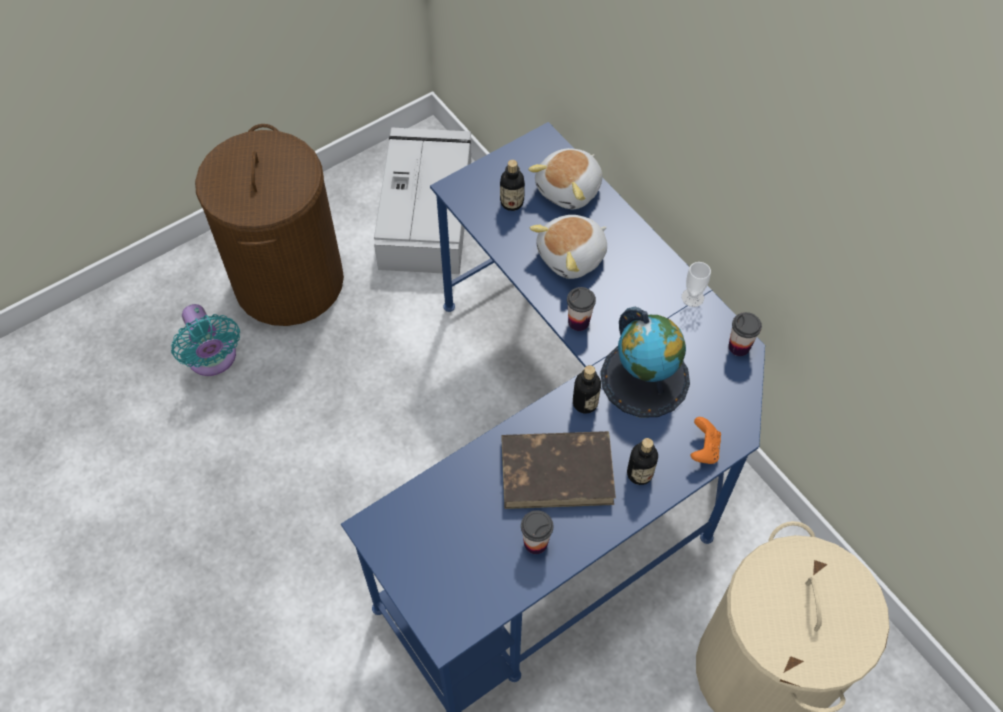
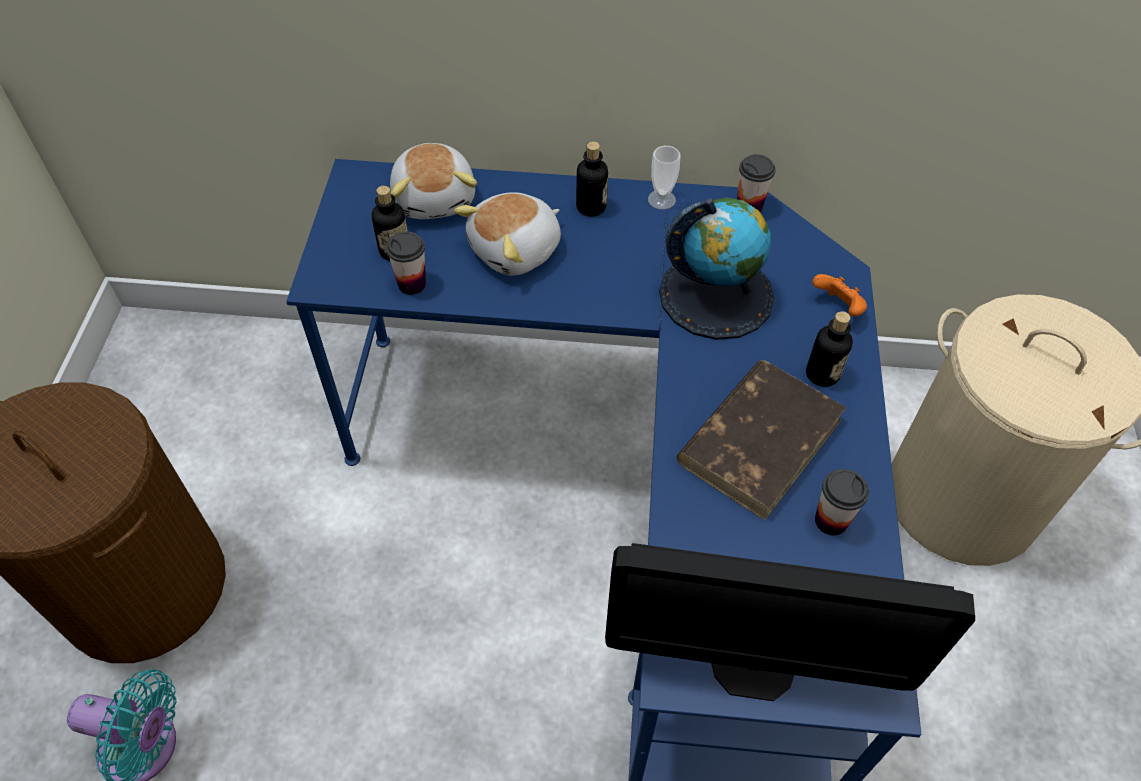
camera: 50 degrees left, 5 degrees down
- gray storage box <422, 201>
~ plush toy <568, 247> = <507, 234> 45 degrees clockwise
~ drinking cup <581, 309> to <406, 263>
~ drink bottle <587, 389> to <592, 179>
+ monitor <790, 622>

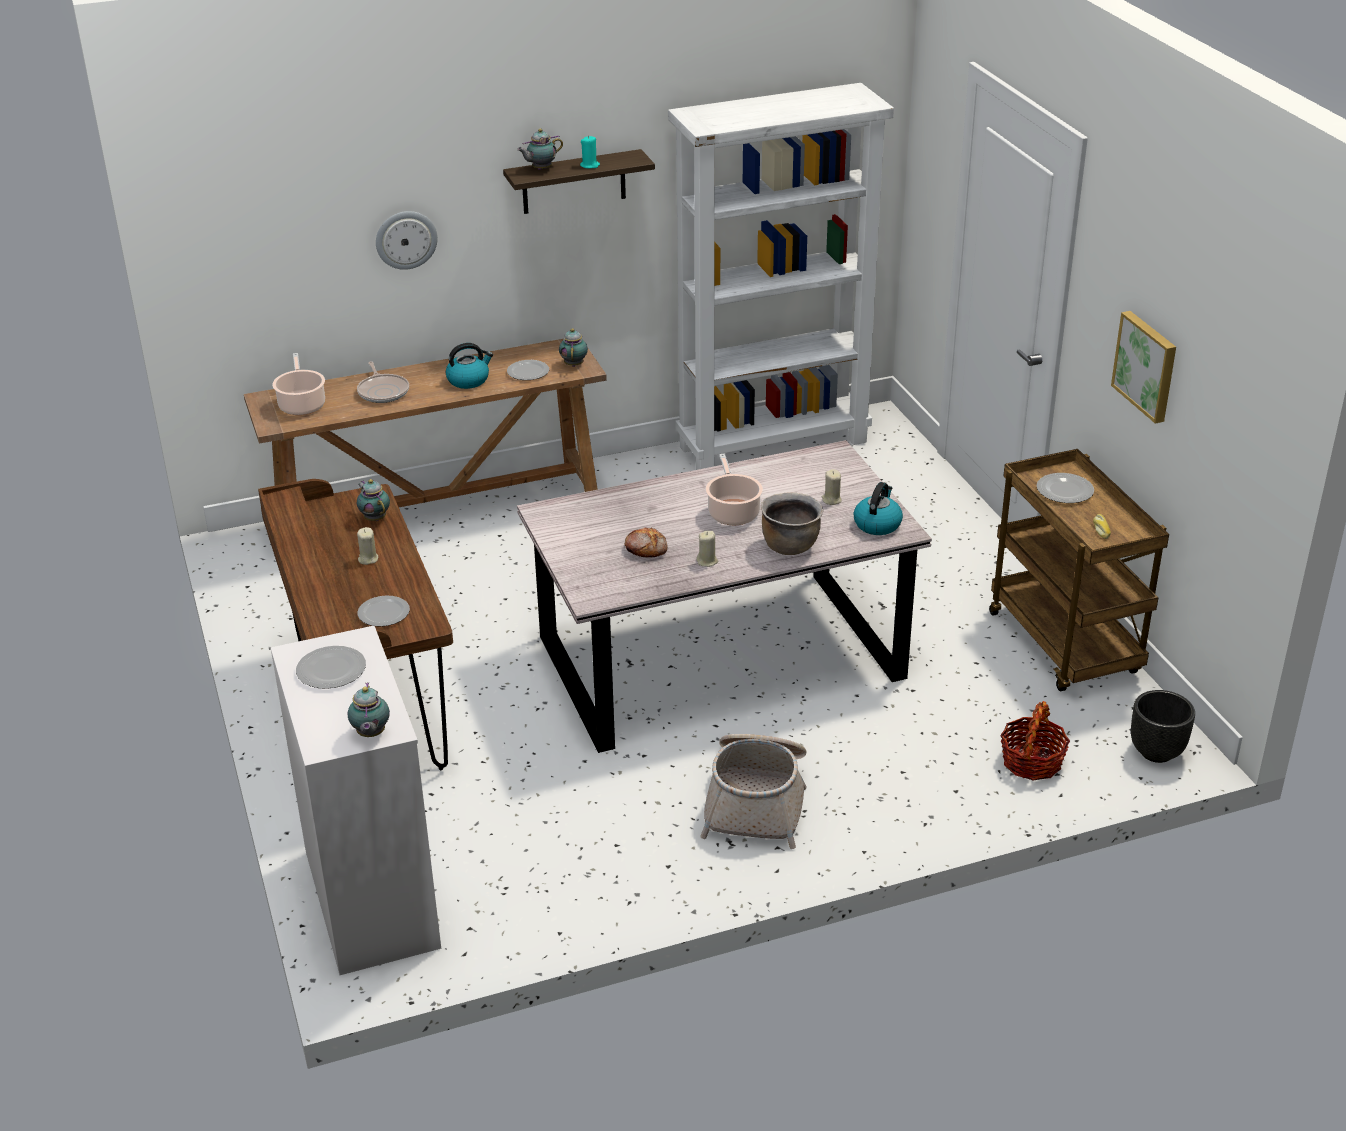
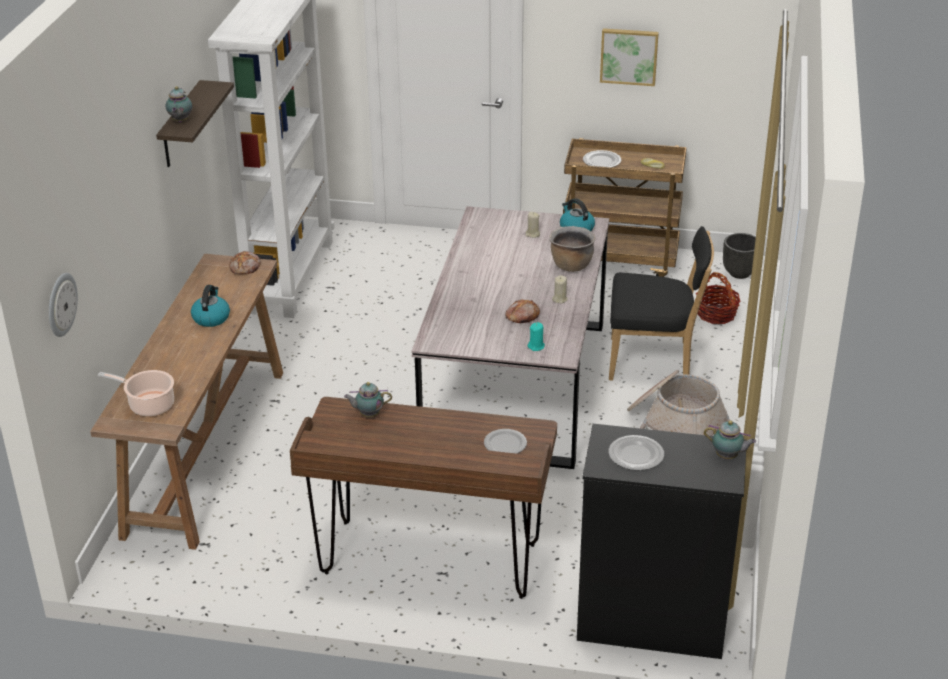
camera: 60 degrees left, 0 degrees up
~ blue-green wax light <590, 152> to <536, 336>
~ clock on the wall <407, 240> to <63, 305>
~ tea pot <573, 347> to bread <245, 262>
- plate <528, 370>
- frying pan <383, 382>
- cooking pot <734, 489>
- beige wax light <367, 546>
~ white-coloured dresser <356, 800> to black dresser <662, 541>
+ black chair <661, 303>

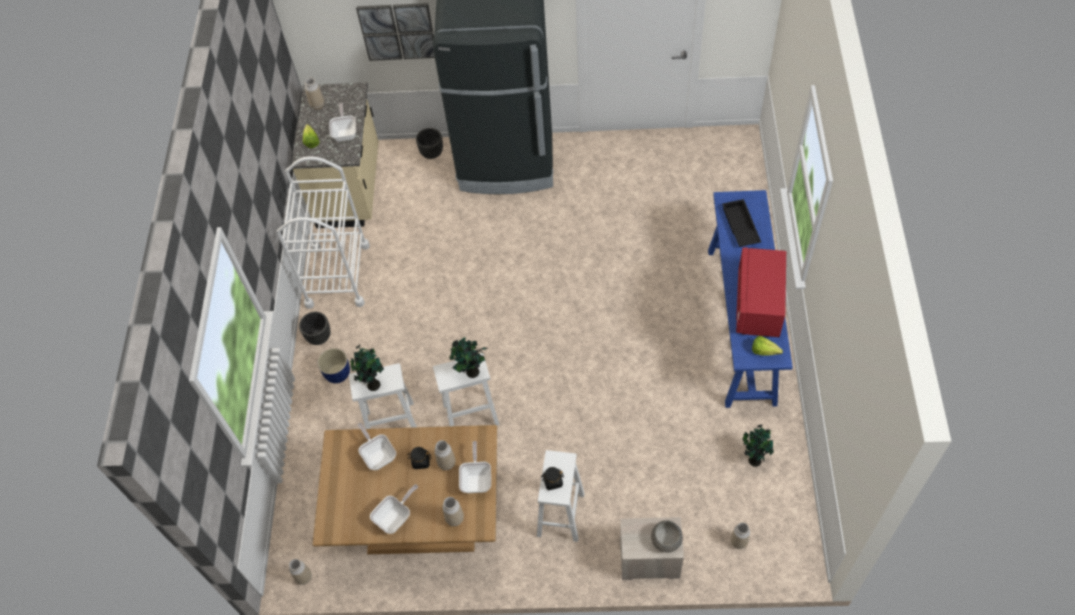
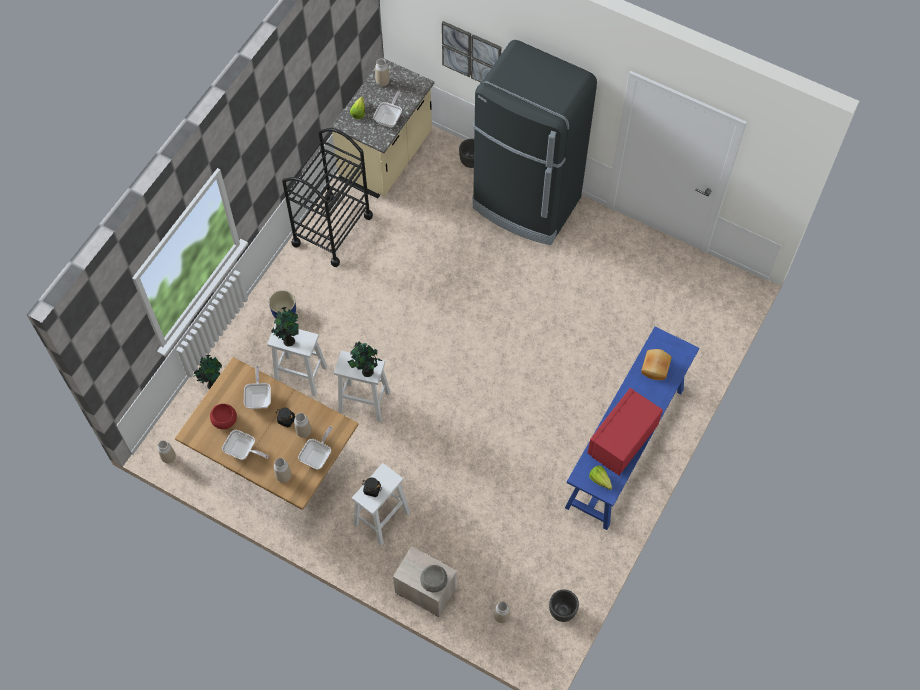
camera: 25 degrees right, 5 degrees up
~ white-coloured trolley <323, 232> to black trolley <327, 197>
~ black serving tray <741, 223> to bread <656, 364>
~ black flower pot <315, 328> to <564, 605>
~ houseplant <758, 445> to <207, 372>
~ frying pan <394, 509> = <245, 445> 45 degrees clockwise
+ red-coloured serving bowl <223, 416>

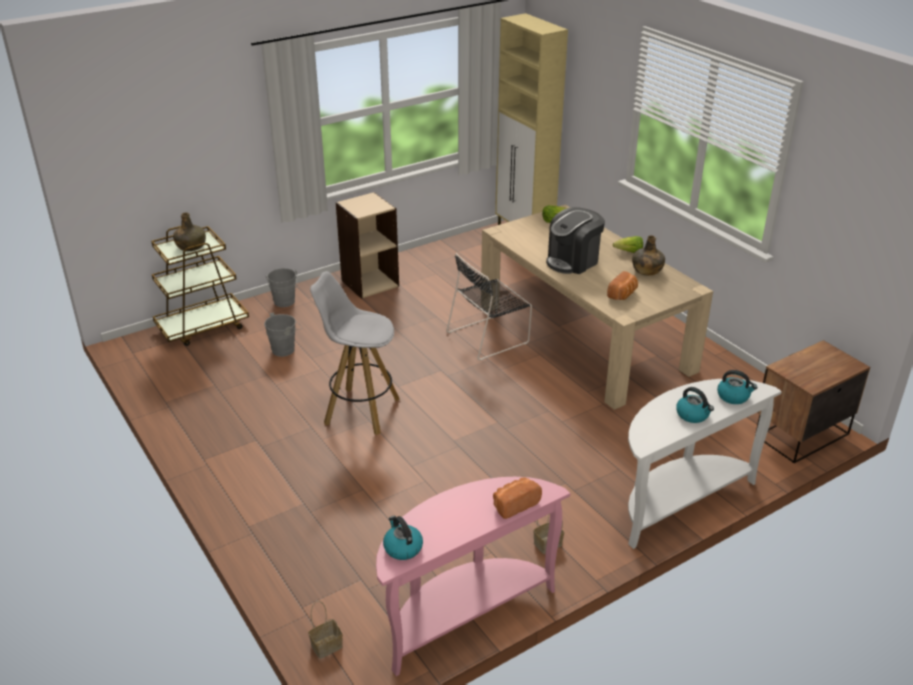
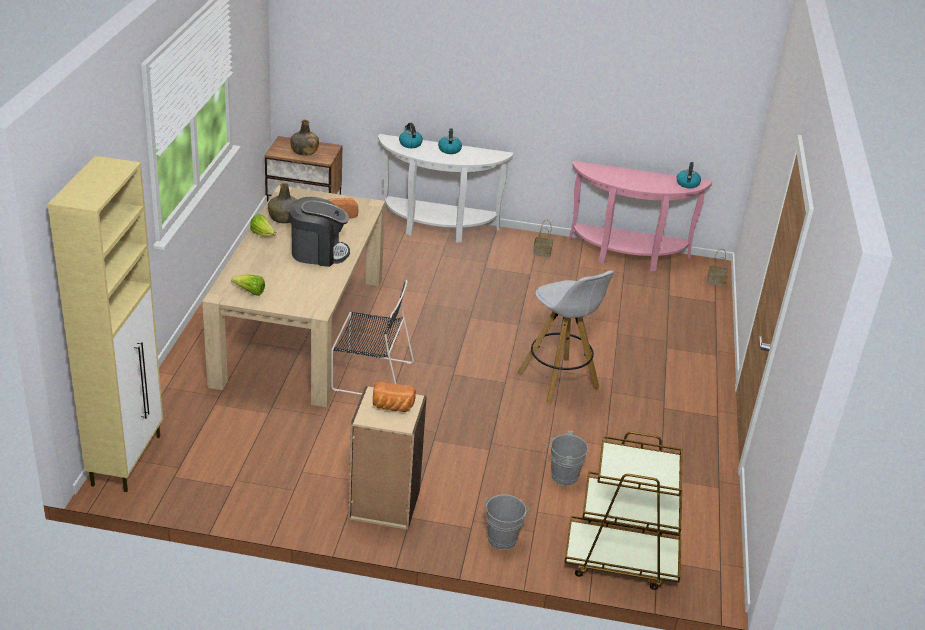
camera: 140 degrees left, 0 degrees up
~ green drink bottle <189, 231> to <304, 137>
~ bread <517, 498> to <394, 397>

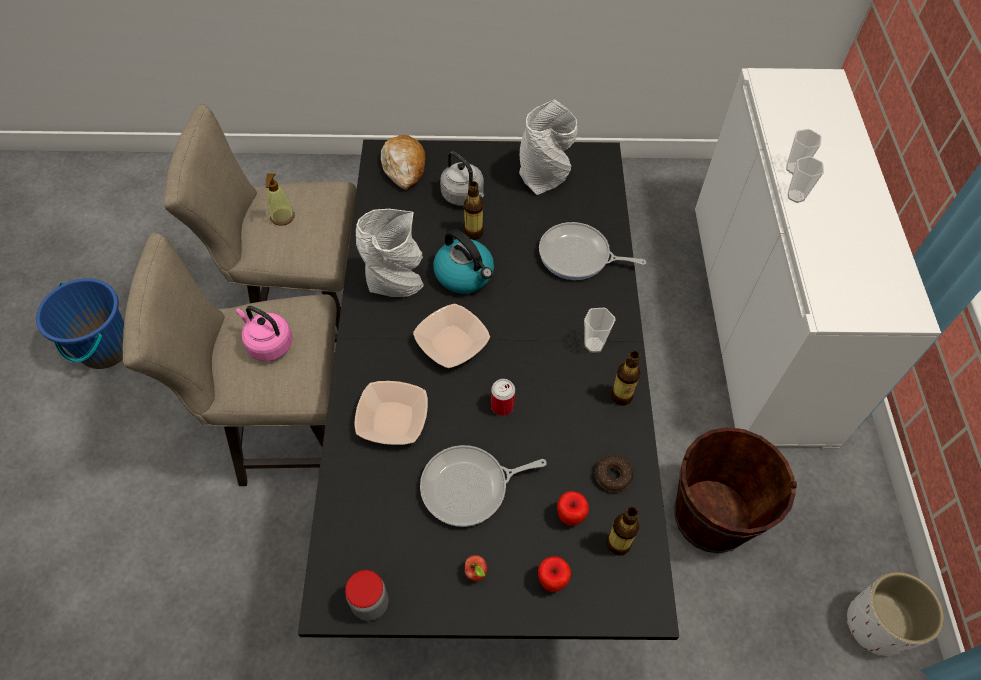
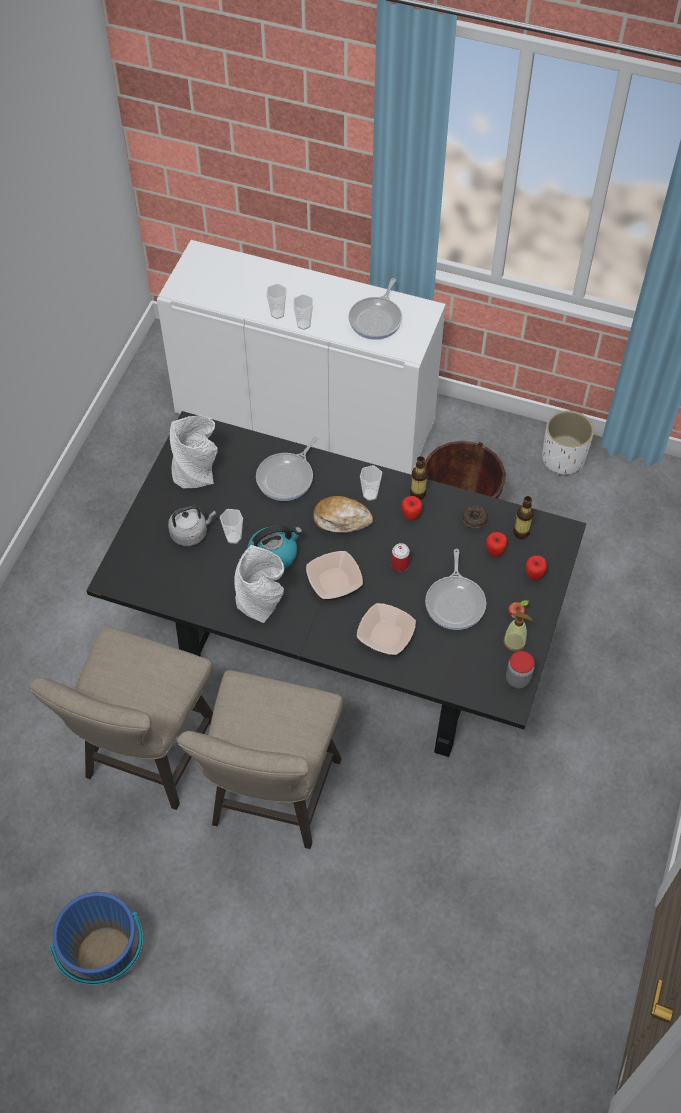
camera: 70 degrees left, 0 degrees up
~ bread <403, 162> to <343, 514>
~ liquid soap bottle <280, 199> to <518, 631>
~ drink bottle <473, 210> to drinking cup <231, 526>
- pink-coloured kettle <264, 333>
+ frying pan <375, 309>
+ whole apple <411, 508>

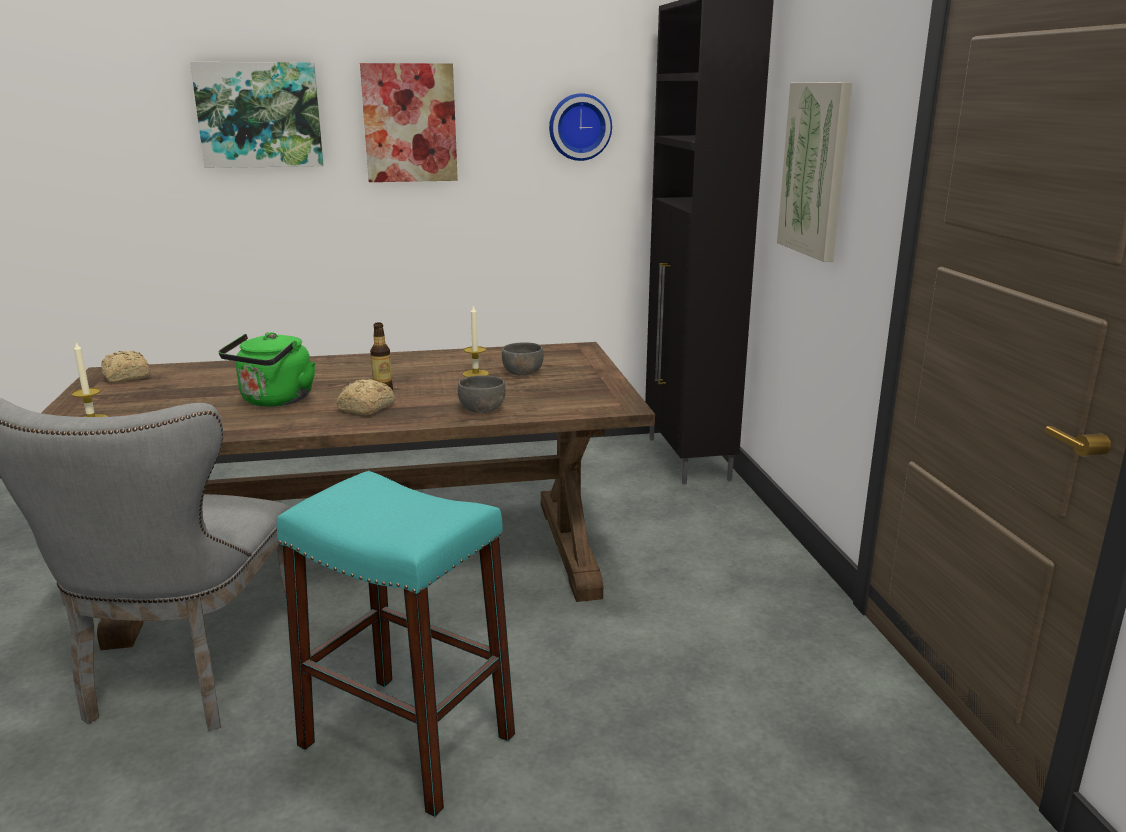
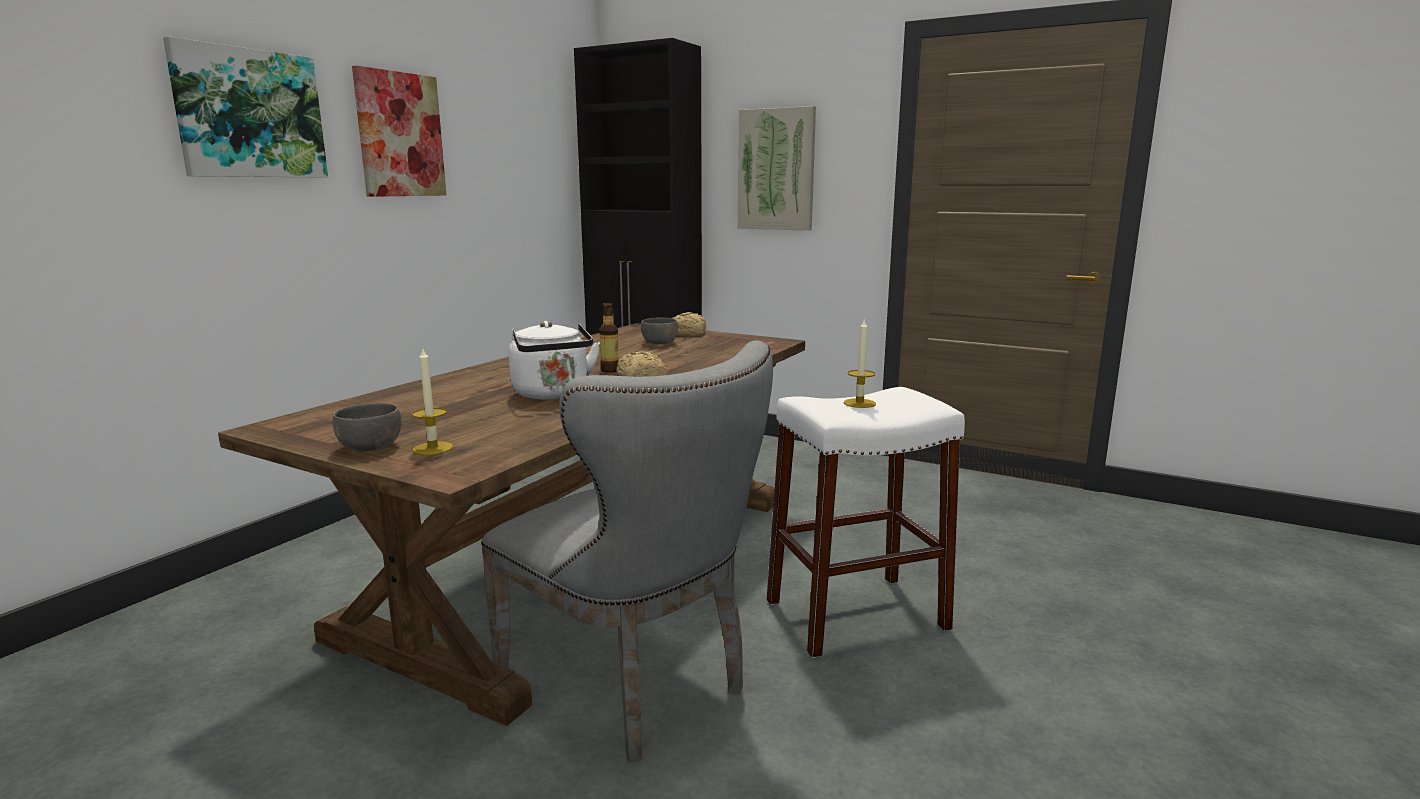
camera: 50 degrees left, 5 degrees down
- clock on the wall <580, 127>
~ wax light <476, 341> to <860, 363>
~ green kettle <267, 369> to white-coloured kettle <554, 360>
~ bread <126, 367> to <689, 324>
~ gray serving bowl <481, 394> to <367, 427>
~ blue-green sitting stool <396, 644> to white-coloured sitting stool <866, 522>

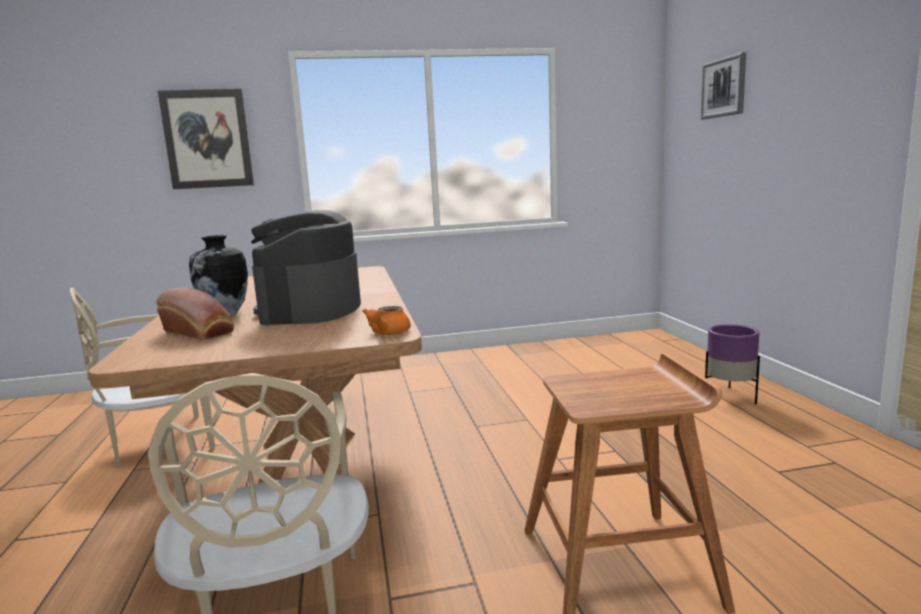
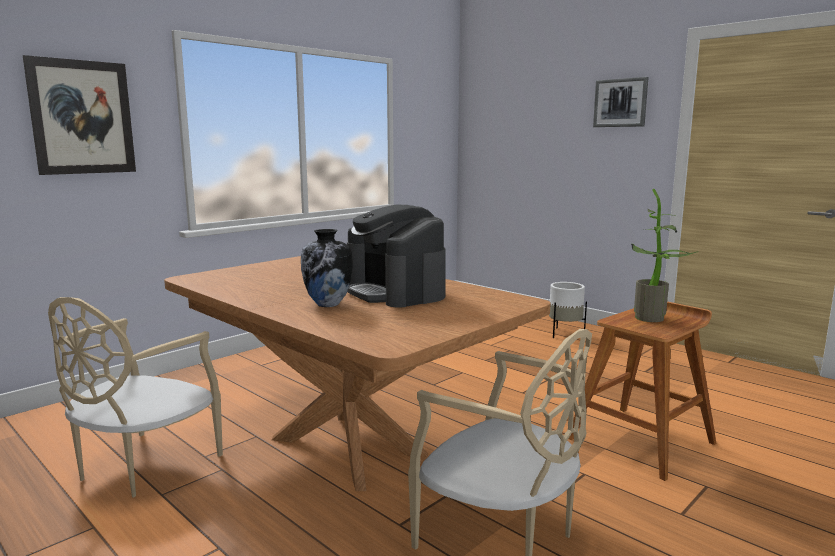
camera: 35 degrees left, 0 degrees up
~ picture <723, 86> to <620, 102>
- bread <195, 313>
- orange tea pot <386, 320>
~ purple-coloured flower pot <732, 364> to white-coloured flower pot <568, 310>
+ houseplant <664, 255>

